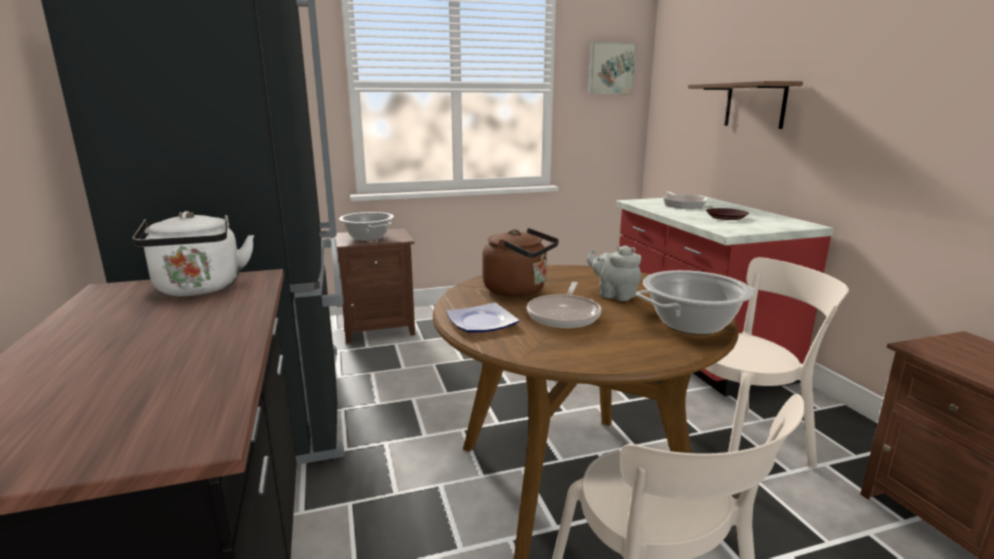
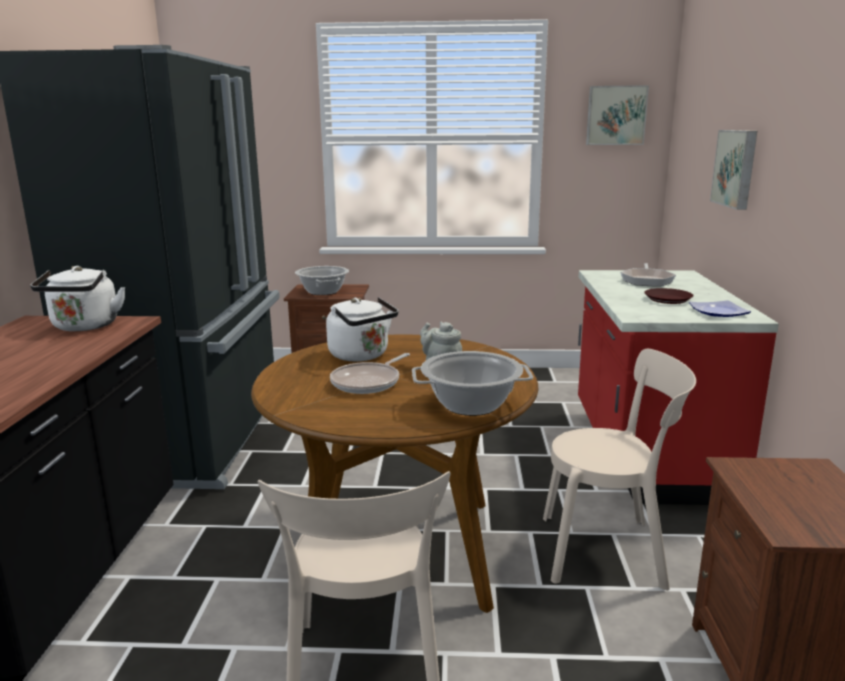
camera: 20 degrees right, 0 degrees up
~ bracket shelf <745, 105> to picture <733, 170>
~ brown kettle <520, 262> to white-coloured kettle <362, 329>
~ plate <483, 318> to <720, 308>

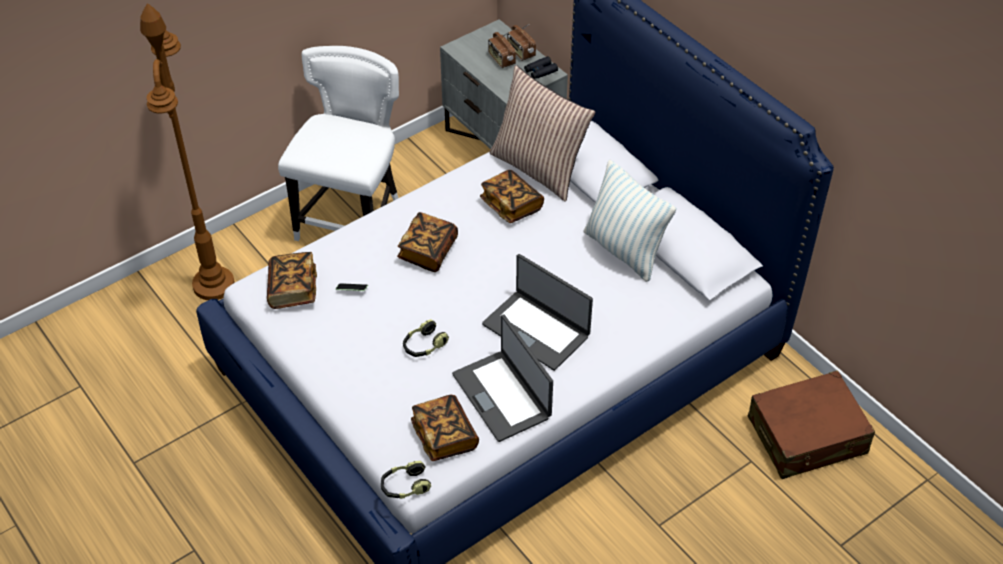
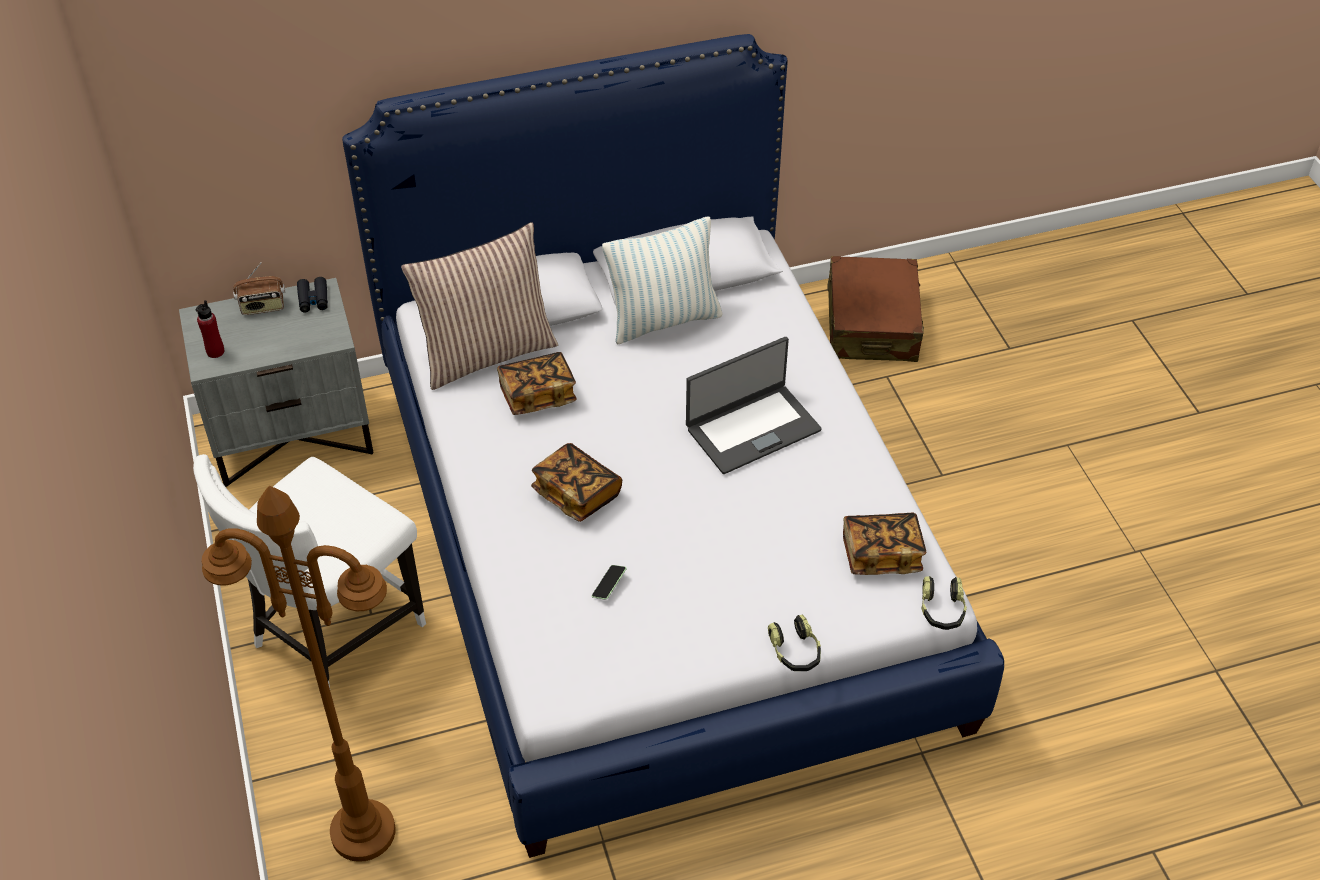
camera: 70 degrees left, 0 degrees up
- radio set <502, 50>
~ white-coloured chair <338, 143> = <309, 571> 90 degrees counterclockwise
- volume <292, 280>
- portable computer <502, 378>
~ headset <426, 338> to <794, 643>
+ red-coloured drink bottle <210, 329>

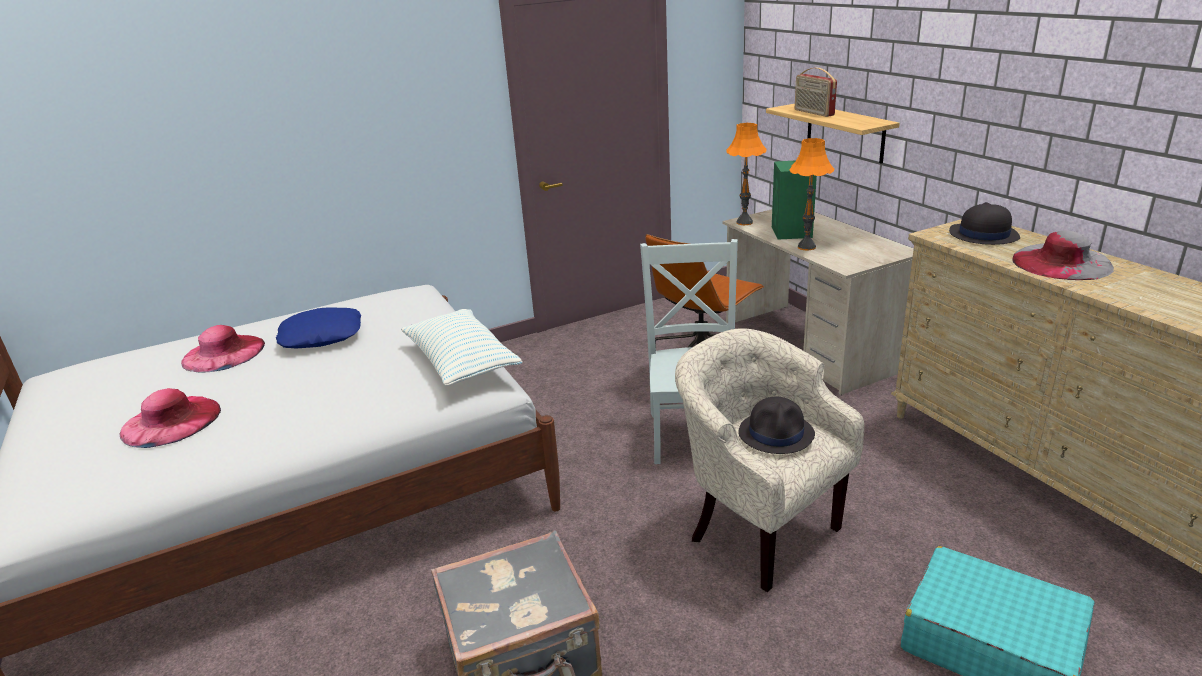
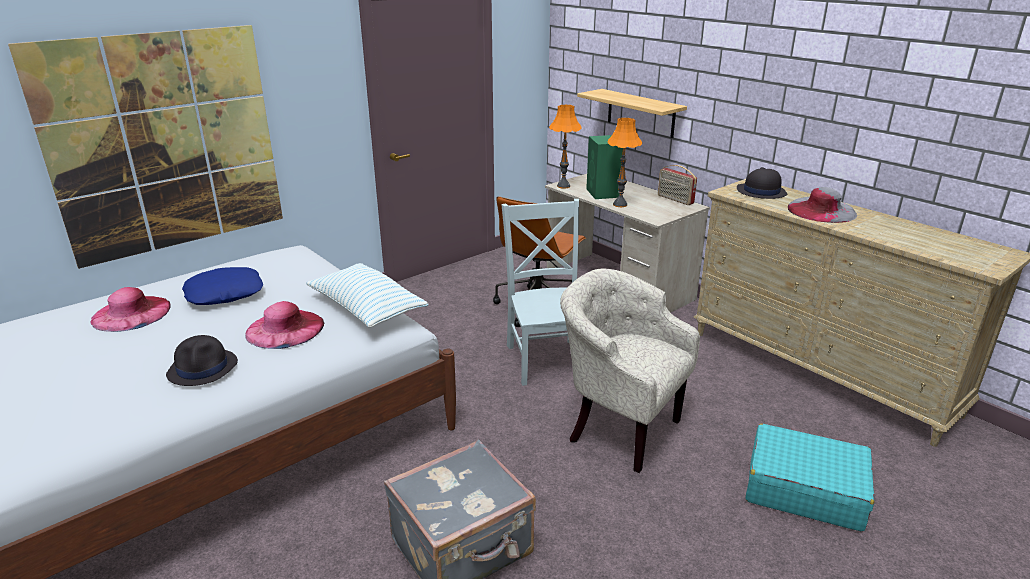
camera: 15 degrees left, 0 degrees up
~ radio set <816, 92> to <677, 185>
~ pink-coloured clothing hat <170, 418> to <284, 325>
~ black clothing hat <776, 425> to <202, 360>
+ picture <145, 147>

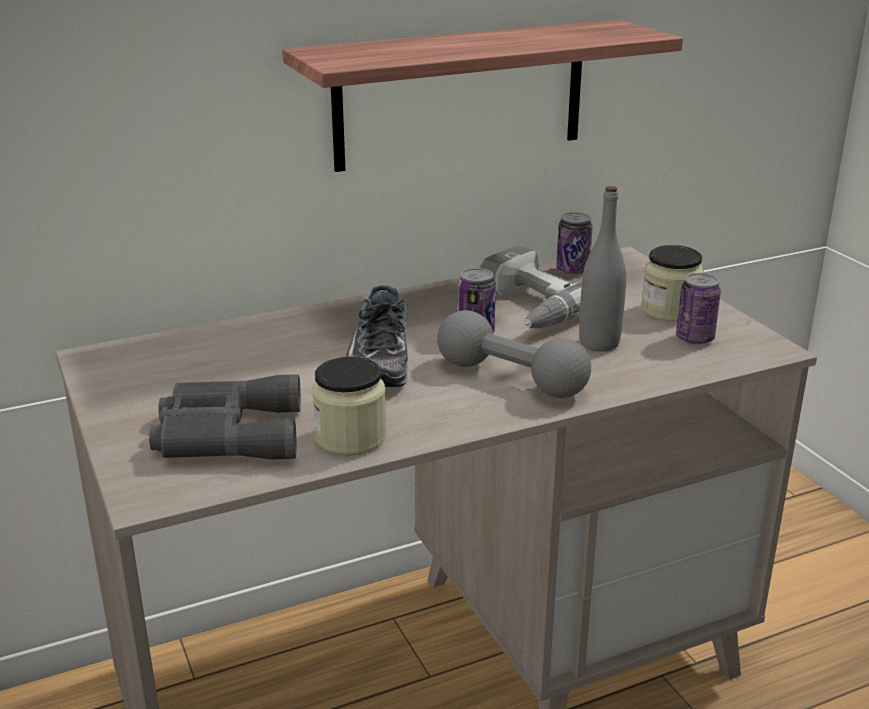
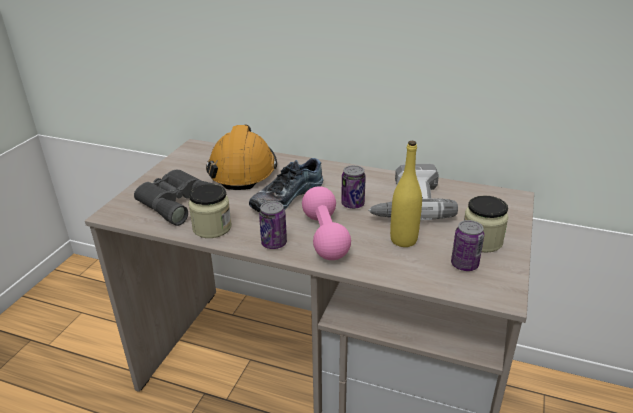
camera: 45 degrees right, 5 degrees up
- bracket shelf <482, 95>
~ gray drink bottle <602, 268> to yellow-coloured drink bottle <406, 194>
~ sealed can <574, 243> to <273, 225>
~ gray dumbbell <514, 354> to pink-coloured dumbbell <326, 223>
+ orange safety helmet <241, 157>

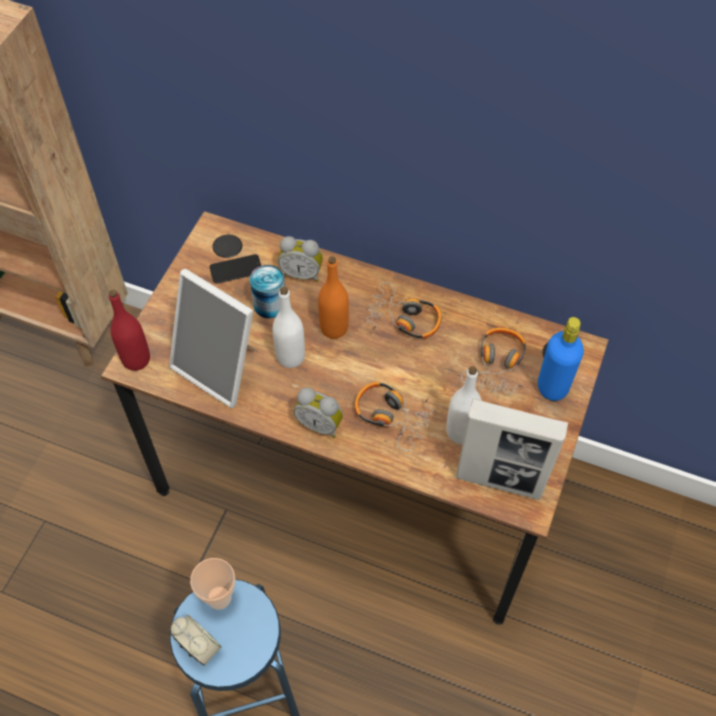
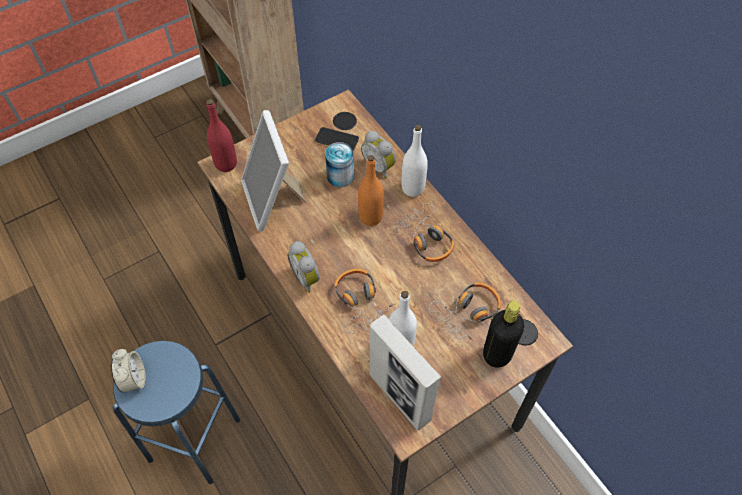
camera: 35 degrees right, 0 degrees up
~ white-coloured drink bottle <288, 327> to <415, 161>
~ blue drink bottle <561, 359> to black drink bottle <503, 334>
- drinking cup <212, 584>

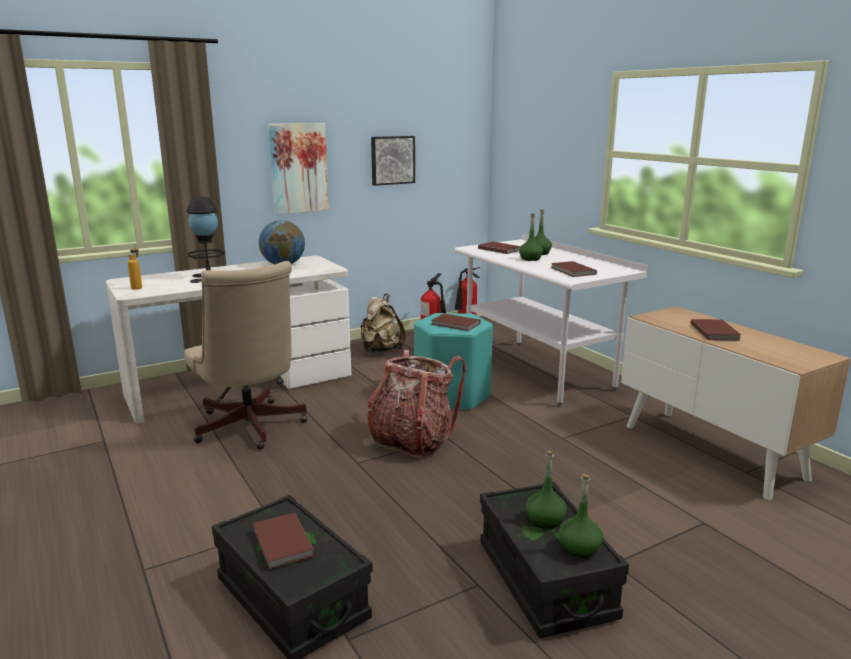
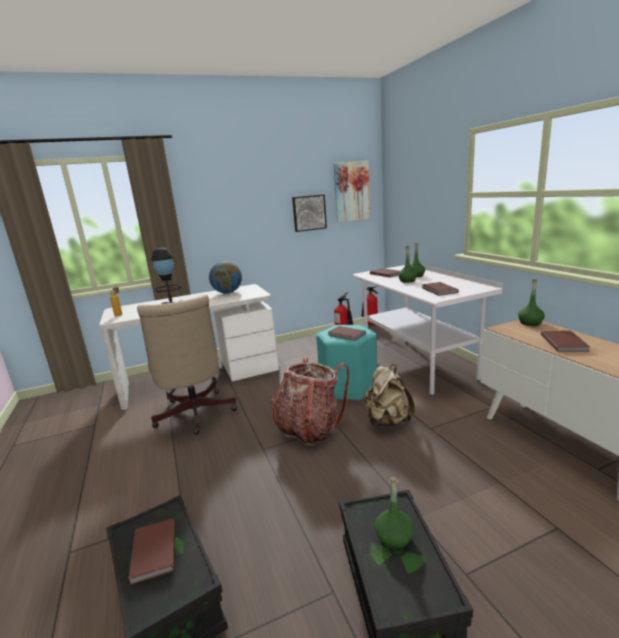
camera: 10 degrees right, 0 degrees up
~ picture <298, 169> to <351, 192>
~ beige knapsack <383, 323> to <389, 396>
~ green drink bottle <581, 516> to <531, 302>

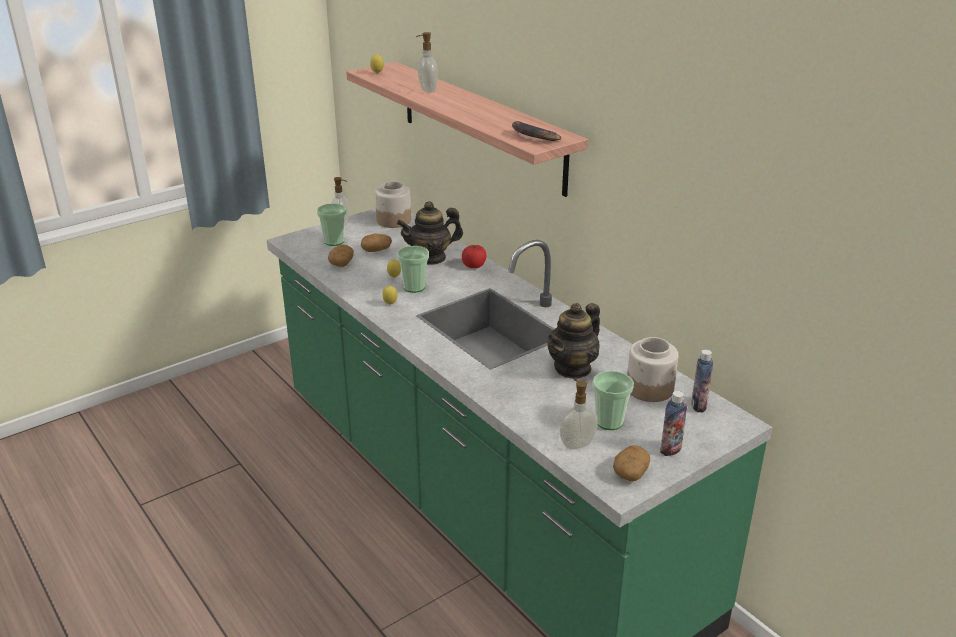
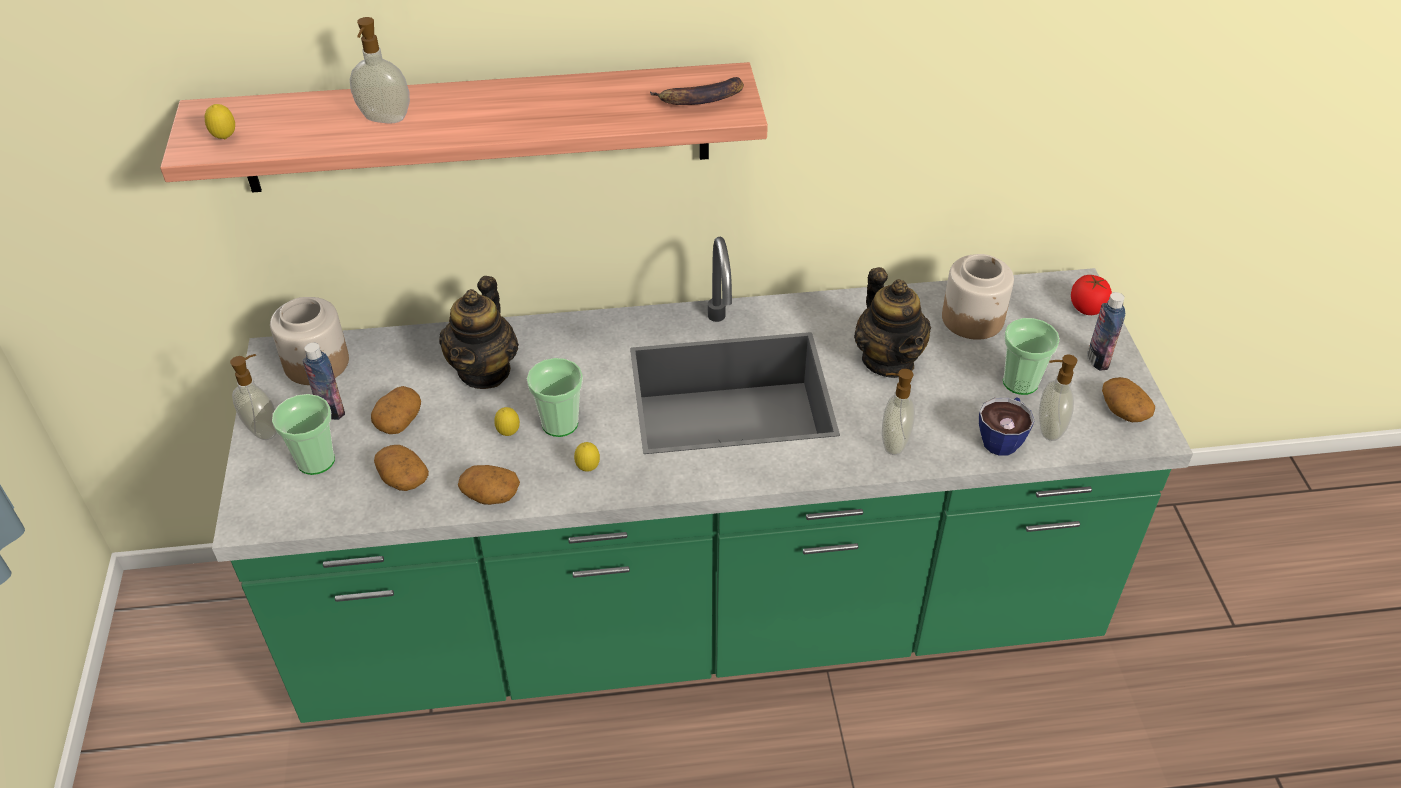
camera: 60 degrees left, 15 degrees up
~ whole tomato <474, 256> to <1091, 295>
~ drink bottle <702, 380> to <323, 381>
+ liquid soap bottle <898, 412>
+ drinking cup <1006, 427>
+ potato <489, 485>

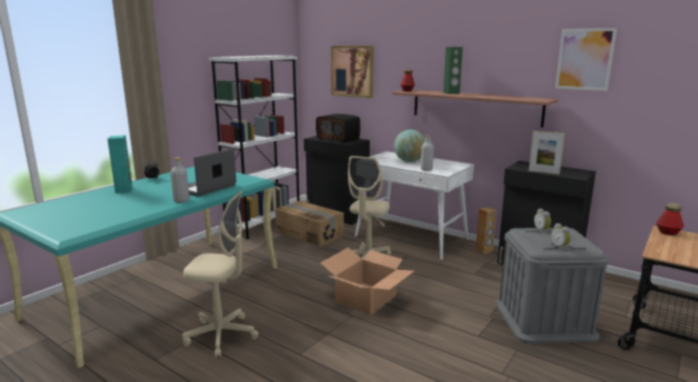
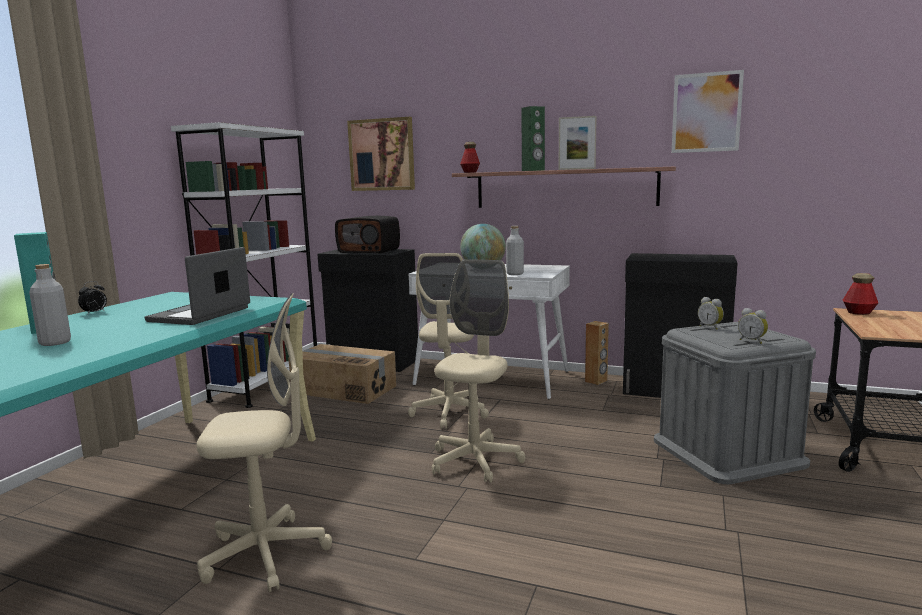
camera: 15 degrees left, 5 degrees down
~ picture frame <546, 153> to <578, 143>
~ gray drink bottle <180, 180> to <50, 305>
~ cardboard box <367, 281> to beige office chair <478, 371>

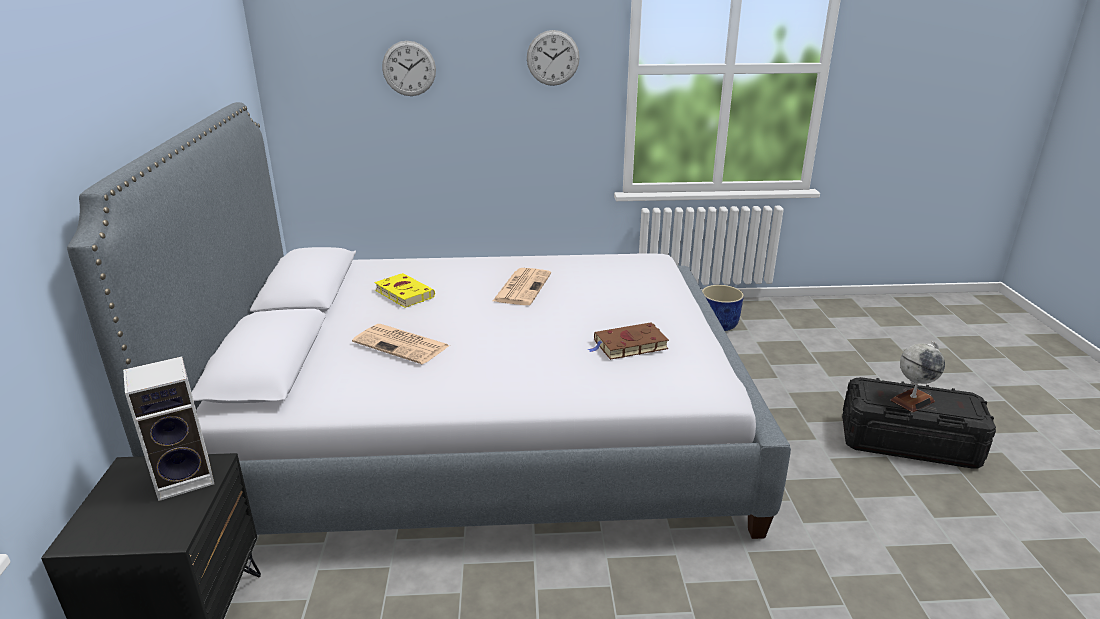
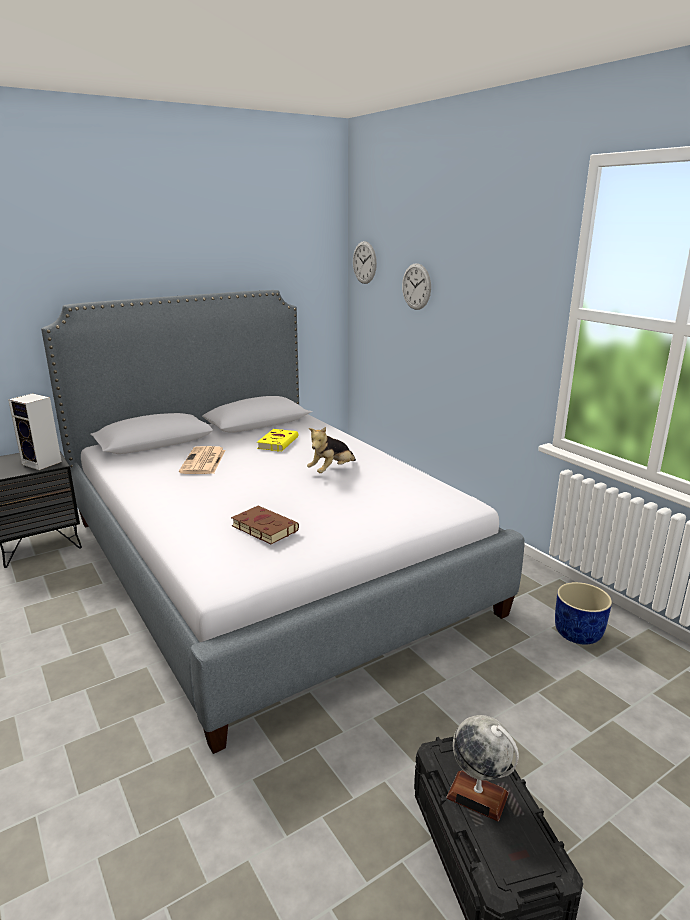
camera: 60 degrees right, 5 degrees down
~ clock on the wall <553, 58> to <365, 262>
~ daily paper <522, 286> to plush toy <331, 450>

